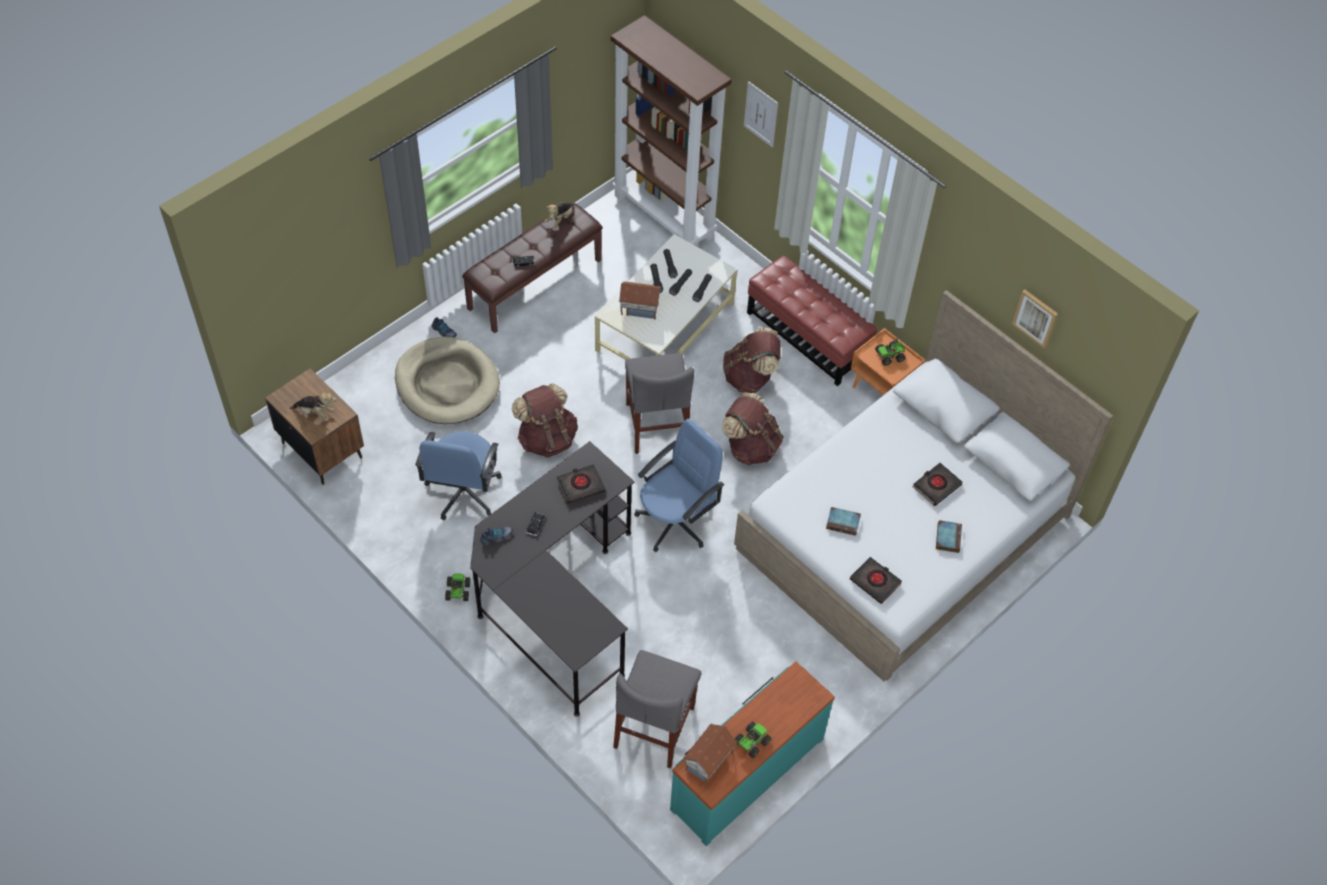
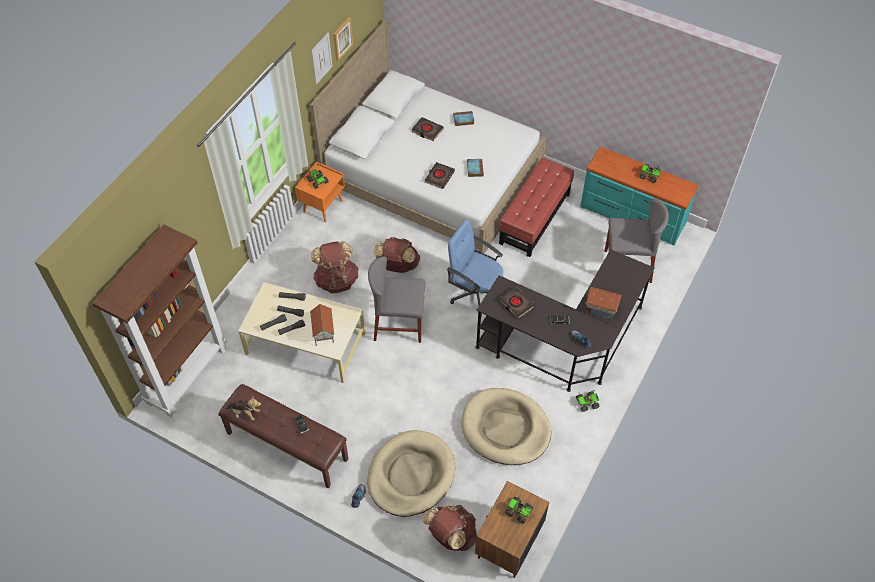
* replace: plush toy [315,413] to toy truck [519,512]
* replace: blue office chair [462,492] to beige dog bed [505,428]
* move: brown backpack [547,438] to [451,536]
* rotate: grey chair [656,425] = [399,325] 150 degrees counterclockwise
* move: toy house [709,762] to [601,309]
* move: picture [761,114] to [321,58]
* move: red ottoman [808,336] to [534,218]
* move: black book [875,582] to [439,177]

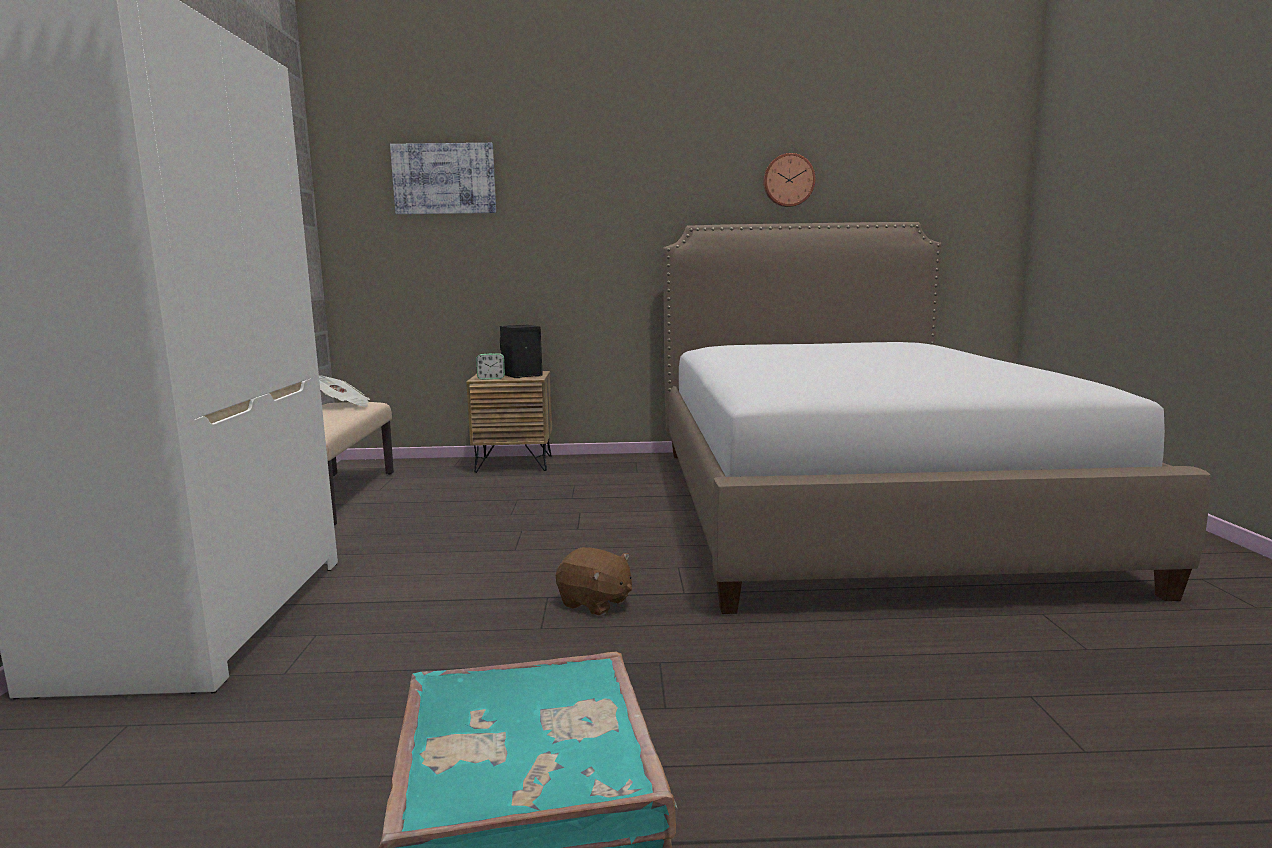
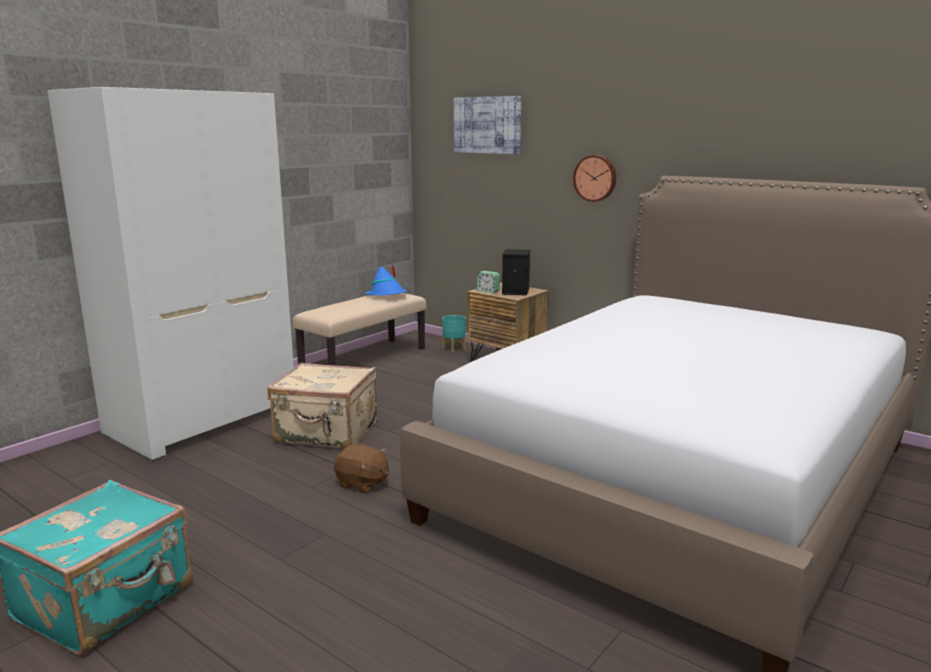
* replace: newspaper [343,406] to blue hat [387,296]
* rotate: brown plush toy [595,603] = [362,484] 45 degrees counterclockwise
* move: wall clock [788,180] to [595,178]
* insert: beige suitcase [327,433]
* insert: turquoise planter [454,349]

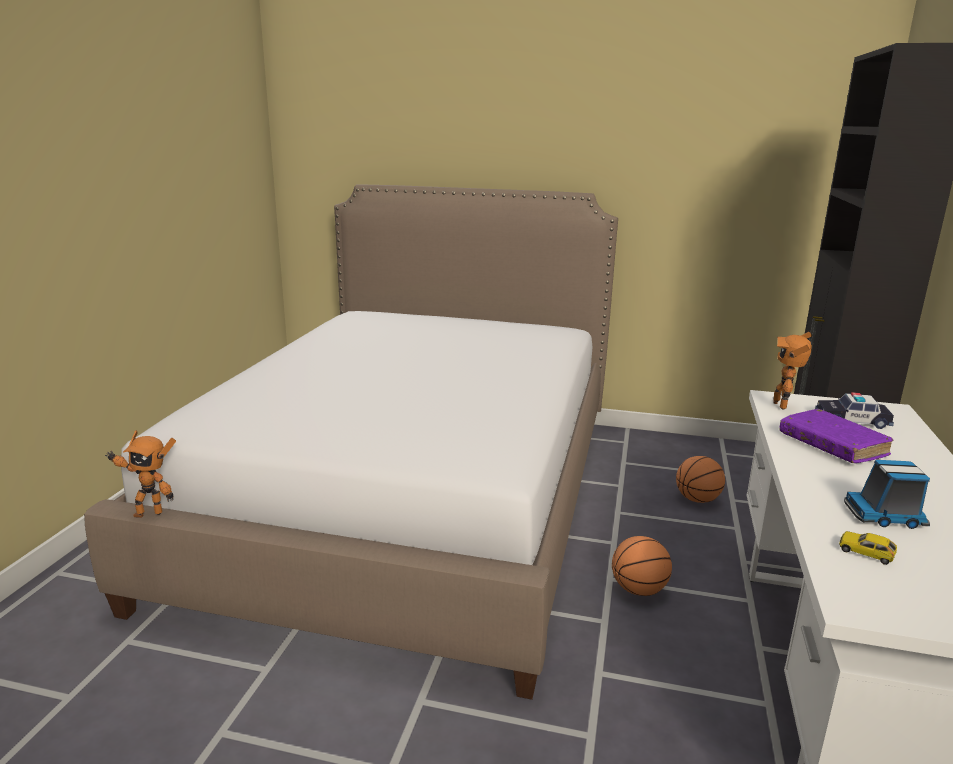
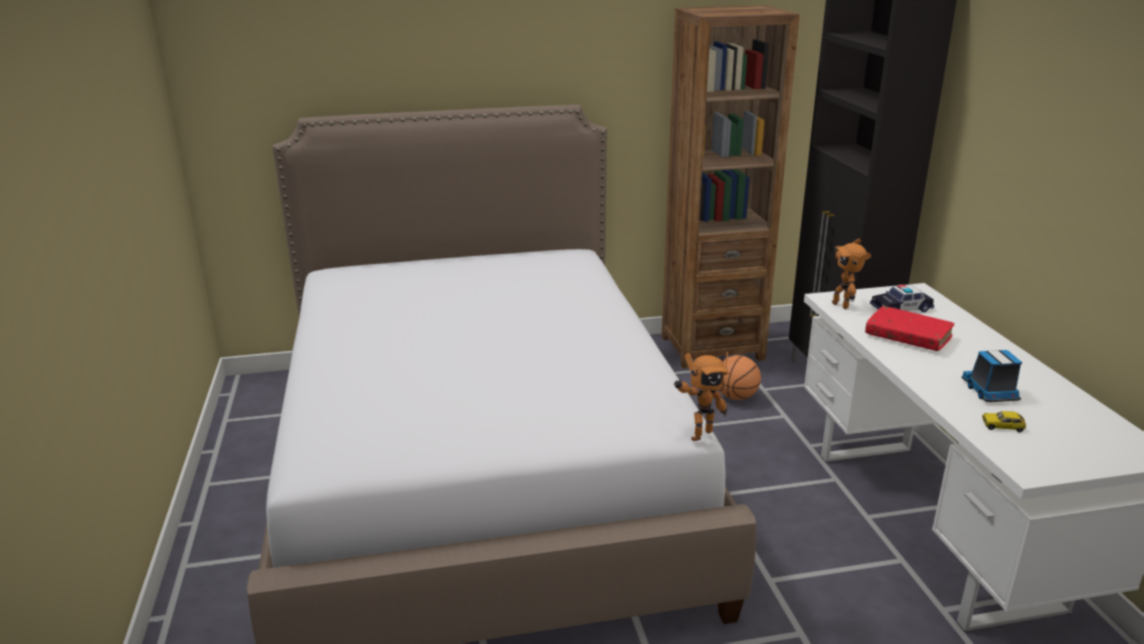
* move: toy robot [149,513] to [698,434]
* delete: basketball [638,590]
* recolor: purple book [832,445] to red book [907,337]
* rotate: toy truck [885,516] = [990,392] 105 degrees clockwise
* insert: brown bookcase [712,348]

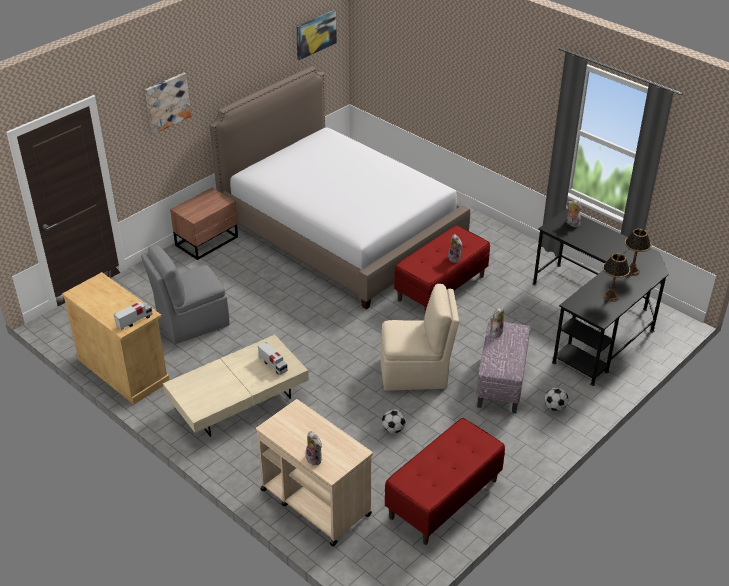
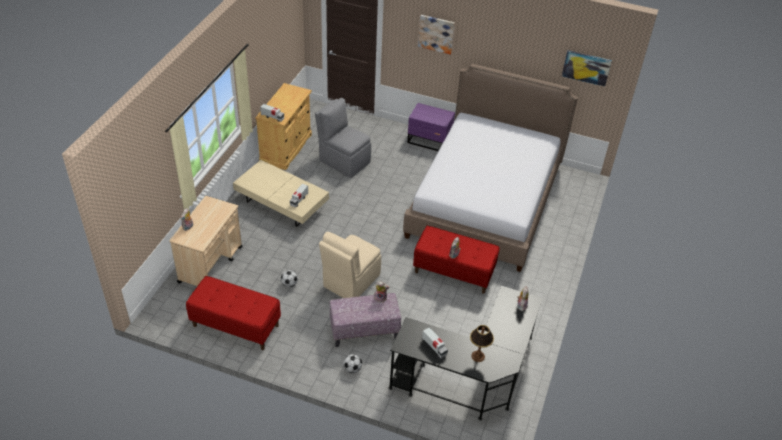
* recolor: brown nightstand [208,241] to purple nightstand [430,141]
* rotate: beige chair [416,373] = [350,281] 60 degrees clockwise
* replace: table lamp [611,296] to toy truck [434,347]

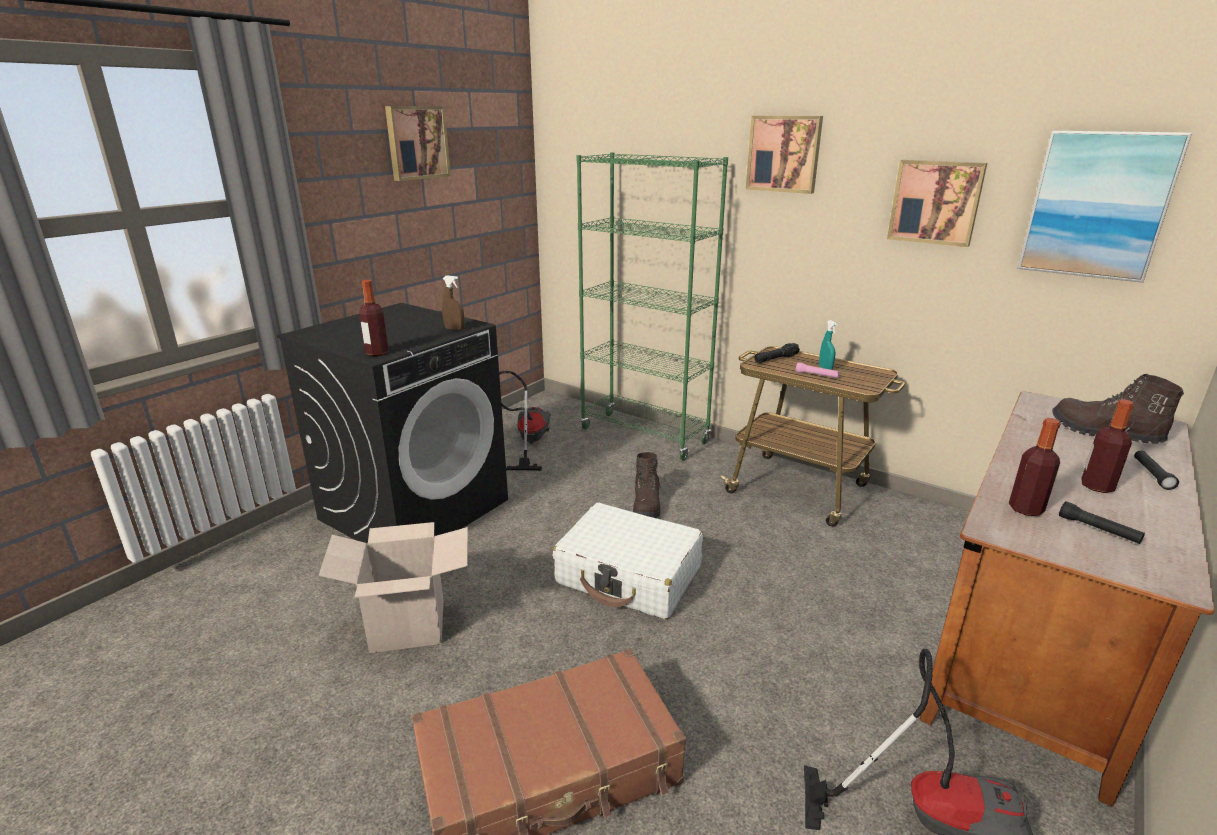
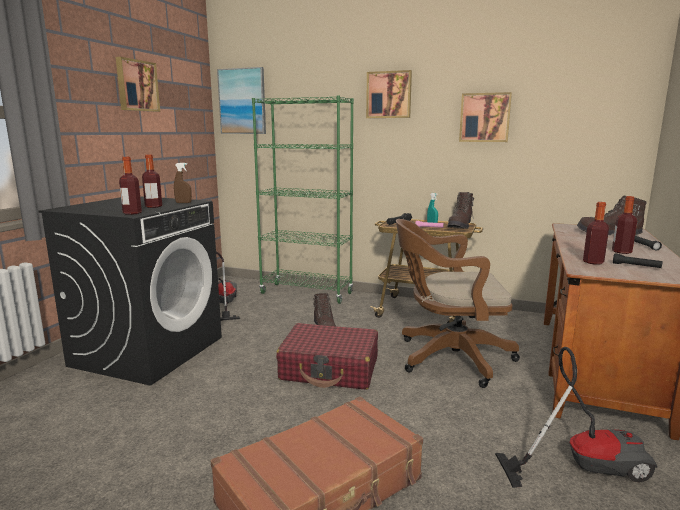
* delete: cardboard box [408,626]
* recolor: white suitcase [629,575] to red suitcase [330,369]
* move: picture [1097,205] to [242,101]
* insert: bottle [153,206]
* insert: brown office chair [448,358]
* insert: brown boot [460,226]

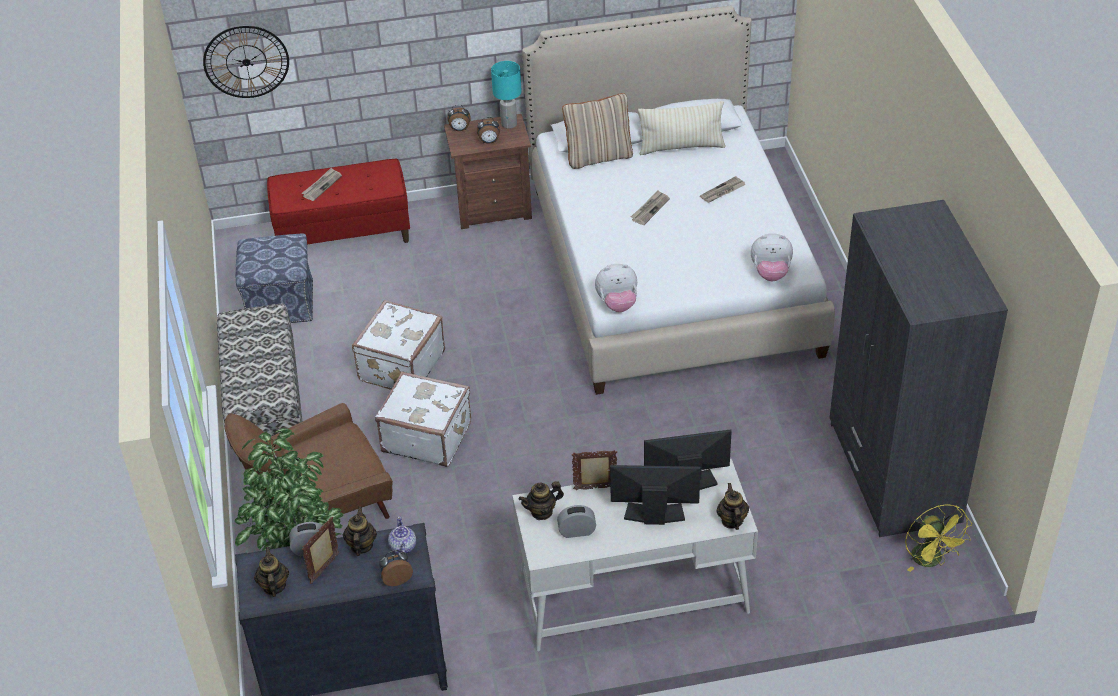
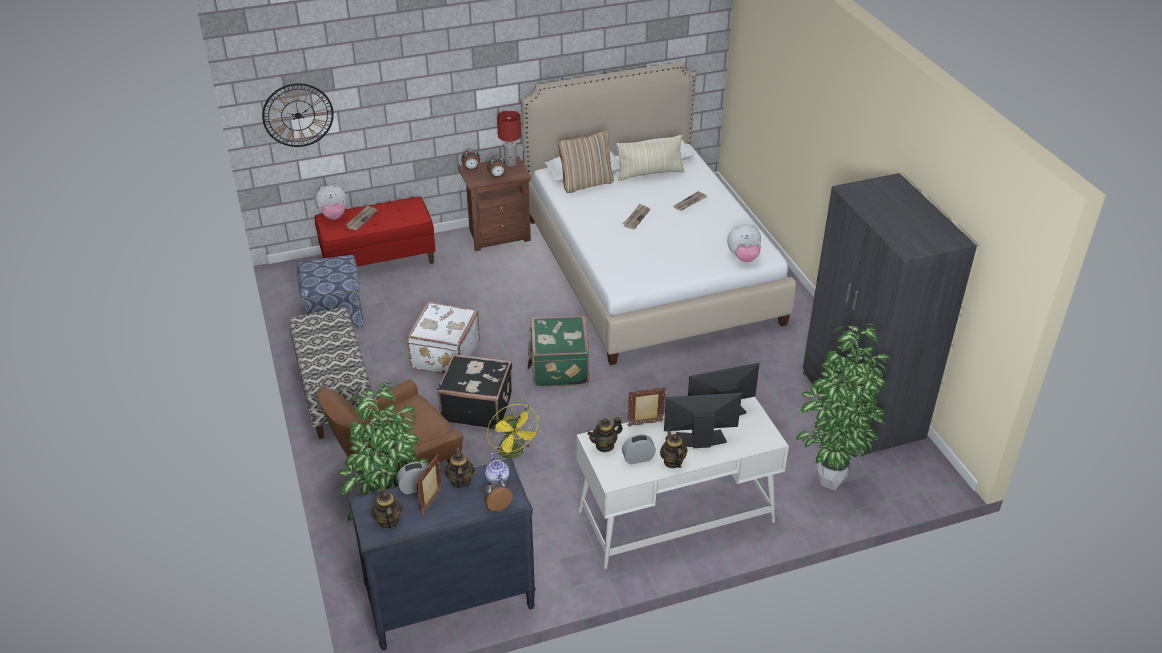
* recolor: white suitcase [427,436] to black suitcase [477,407]
* recolor: turquoise table lamp [509,124] to red table lamp [511,163]
* move: plush toy [617,304] to [333,216]
* move: teapot [732,520] to [672,462]
* move: yellow fan [931,561] to [514,454]
* insert: green suitcase [558,368]
* insert: potted plant [830,484]

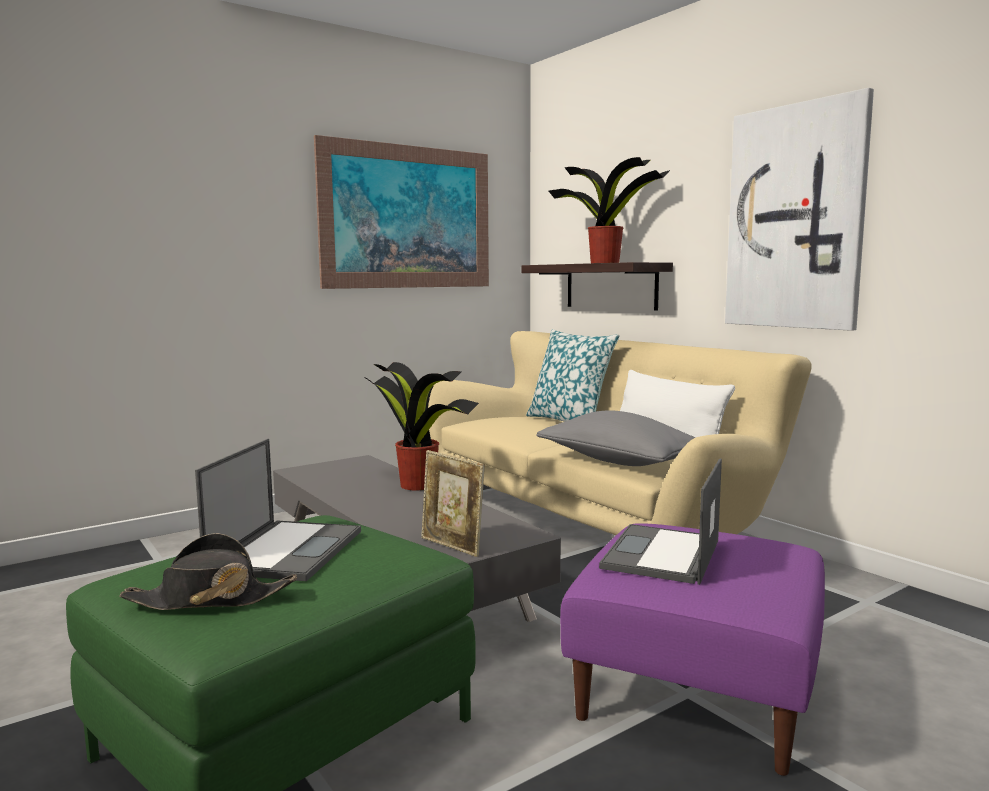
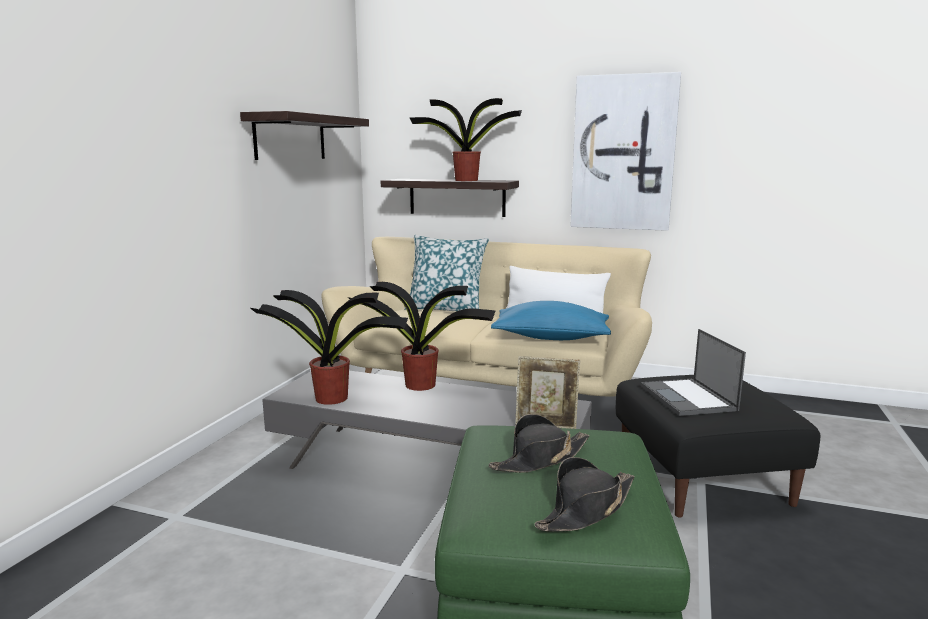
* replace: laptop [287,550] to black hat [540,459]
* replace: picture [408,217] to shelf [290,137]
* recolor: grey pillow [619,461] to blue pillow [551,337]
* recolor: purple ottoman [697,690] to black ottoman [703,477]
* insert: potted plant [333,398]

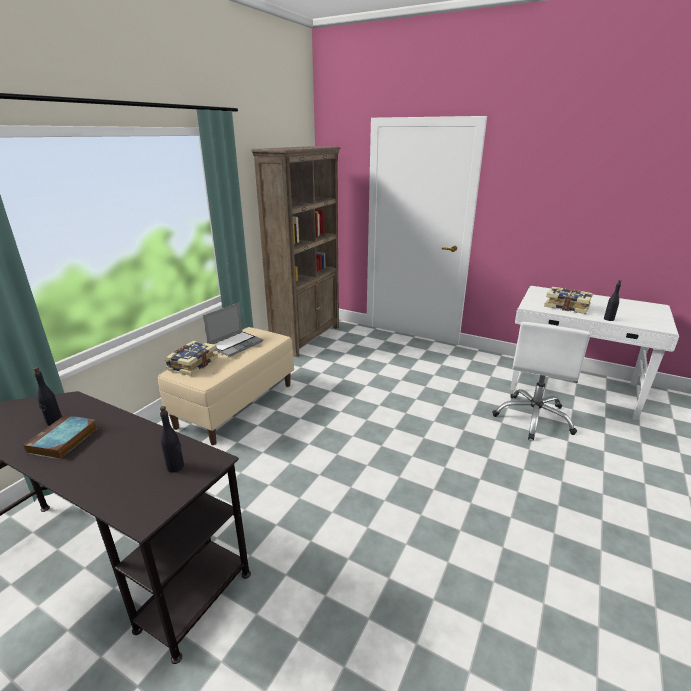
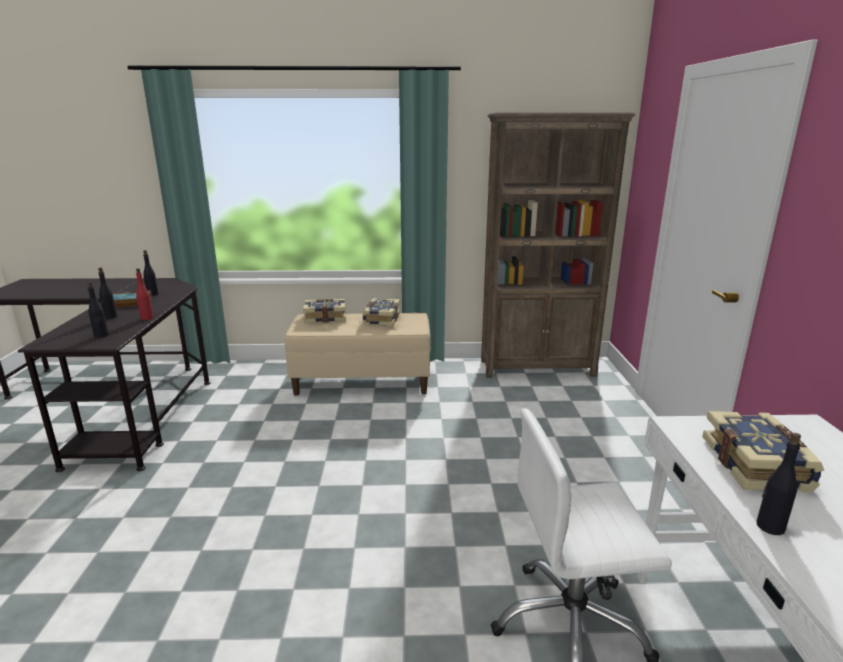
* replace: laptop [235,344] to book [381,319]
* insert: black bottle [110,317]
* insert: red bottle [147,318]

